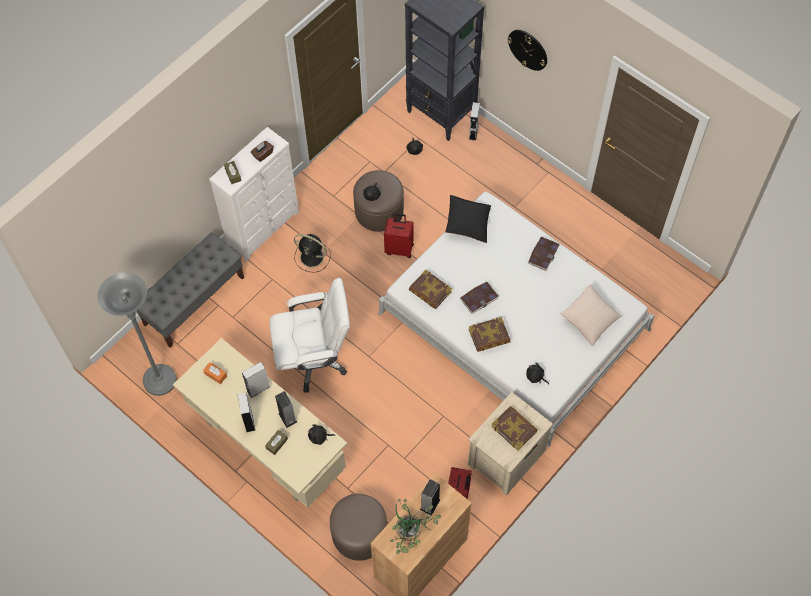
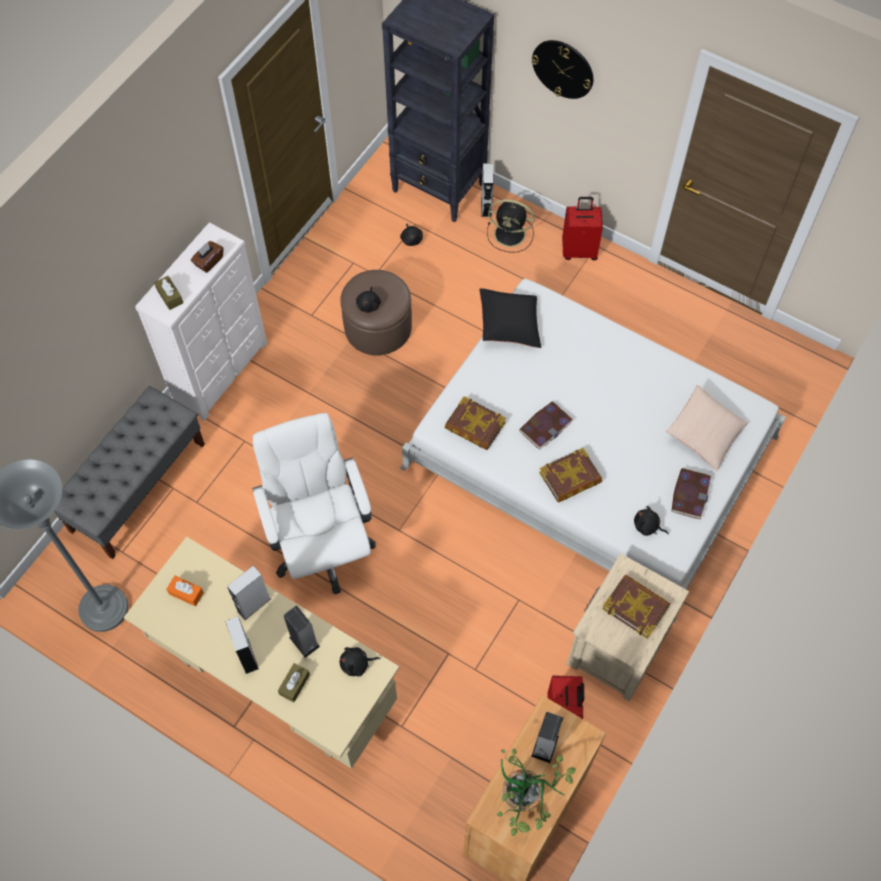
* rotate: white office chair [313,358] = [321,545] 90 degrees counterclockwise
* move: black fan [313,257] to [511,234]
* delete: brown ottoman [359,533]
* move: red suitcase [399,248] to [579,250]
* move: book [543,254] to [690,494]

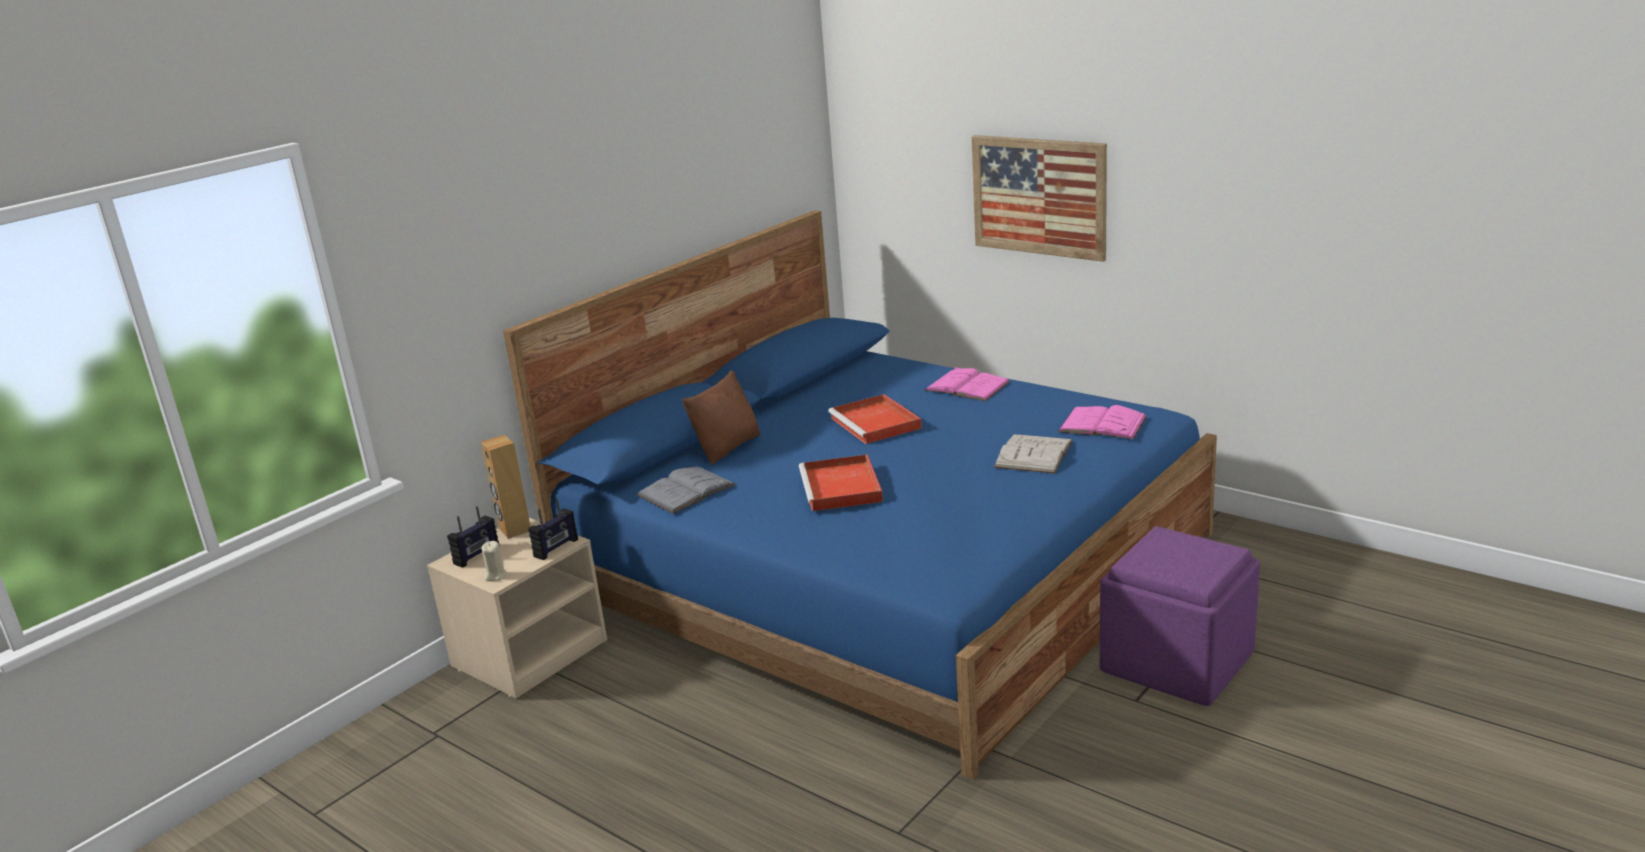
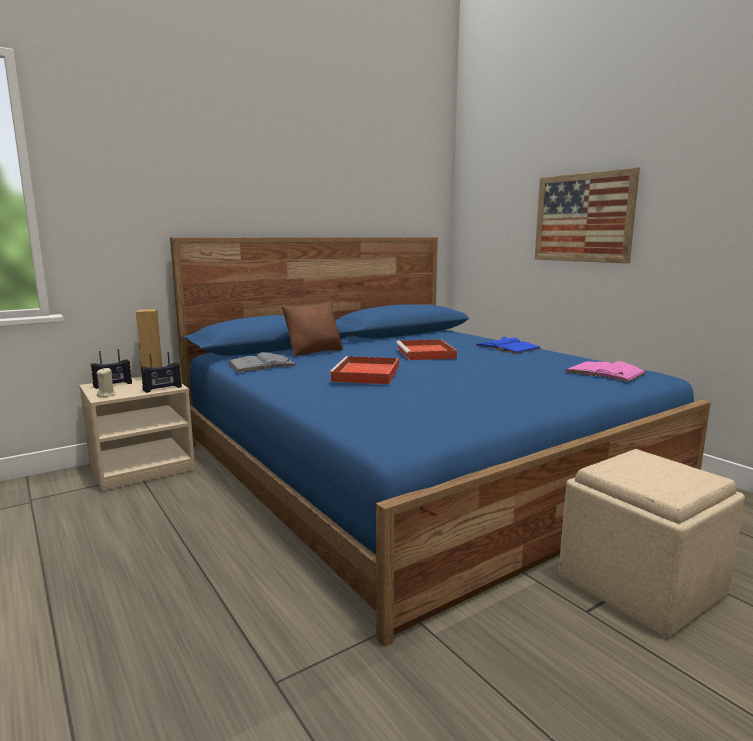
* recolor: pink book [967,386] to blue book [507,347]
* delete: white book [1033,454]
* recolor: purple ottoman [1176,660] to beige ottoman [640,583]

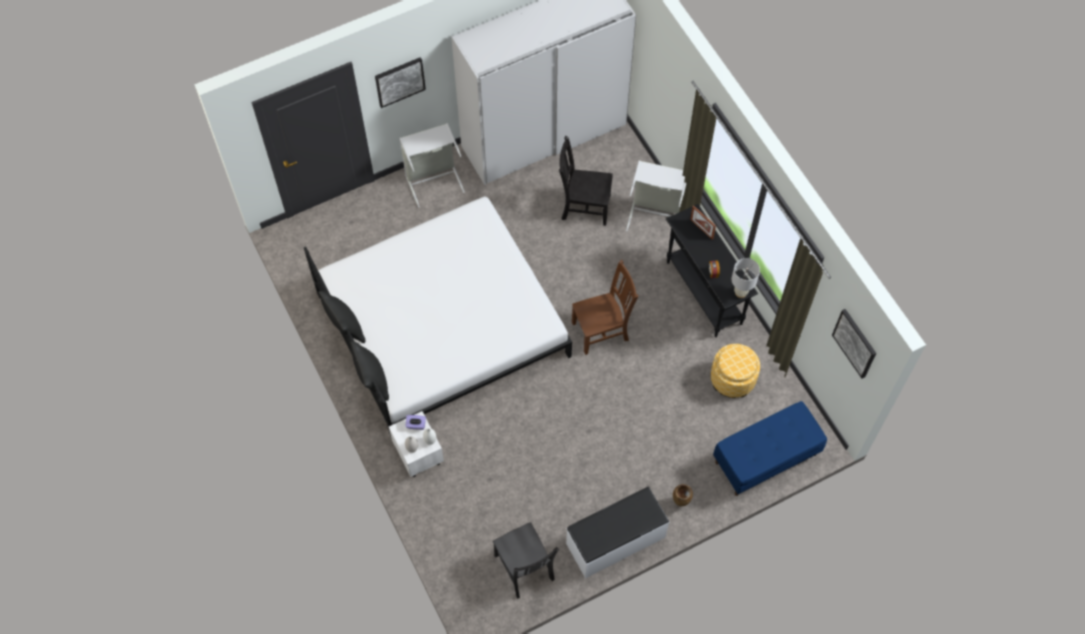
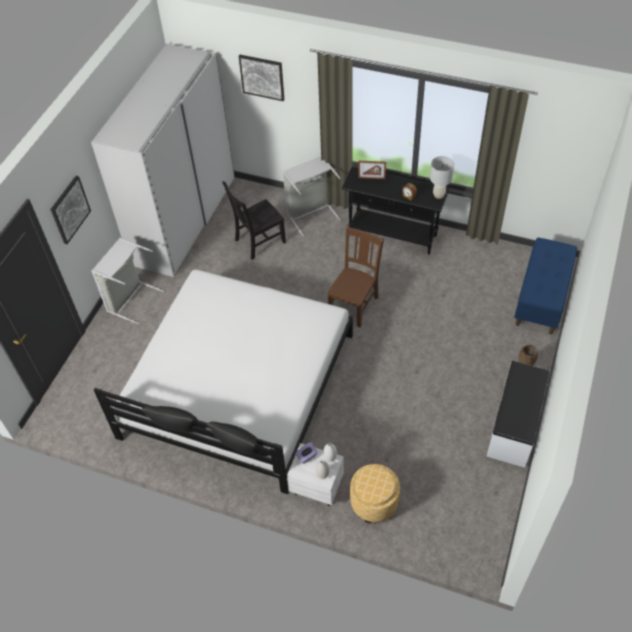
* delete: black chair [525,569]
* move: ottoman [732,379] to [374,502]
* move: picture [855,343] to [262,77]

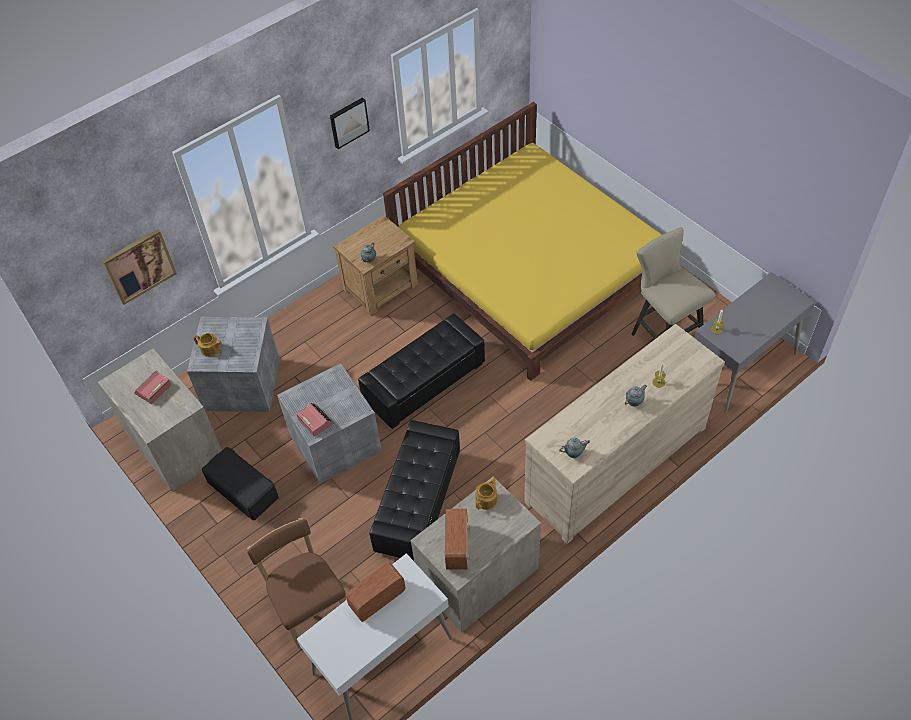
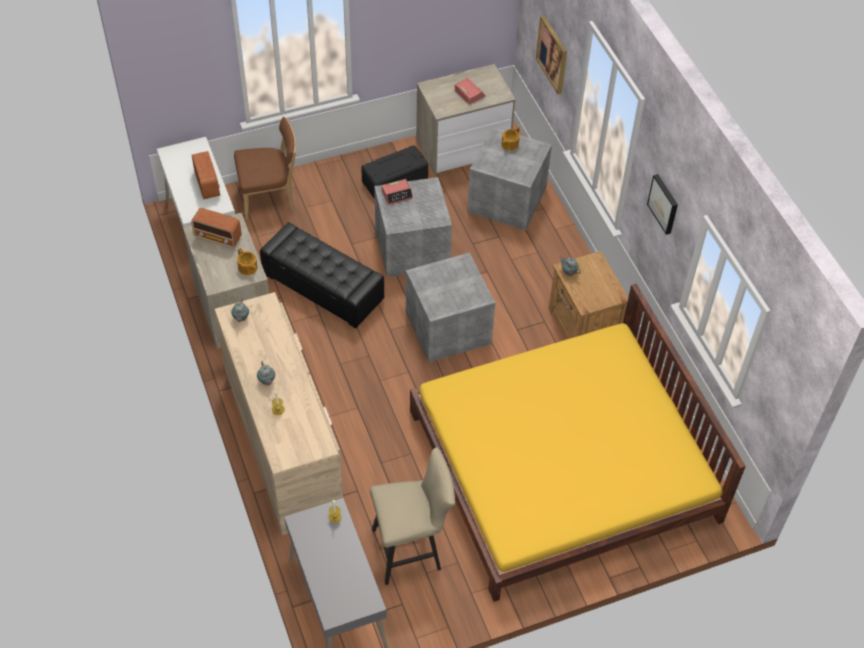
* replace: black ottoman [424,383] to grey storage box [446,327]

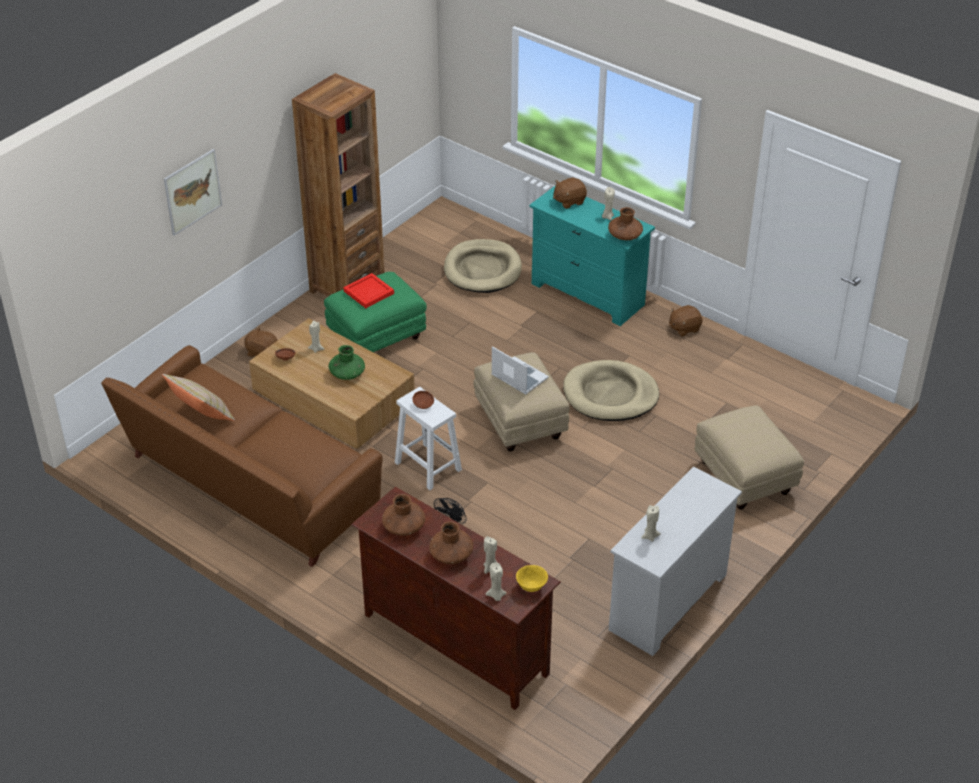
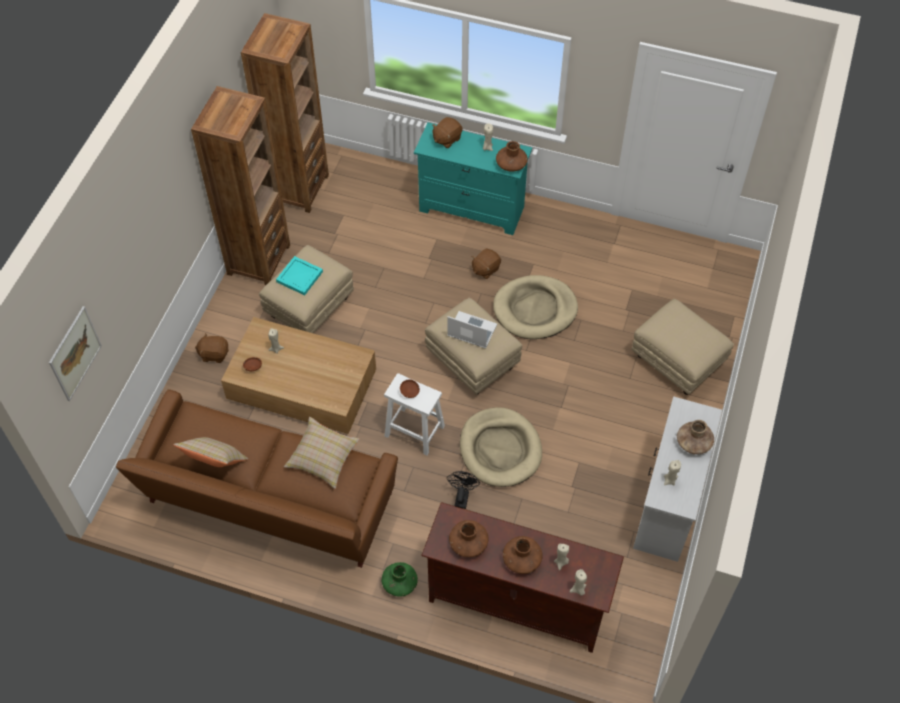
* move: picture [192,191] to [75,353]
* recolor: green ottoman [377,337] to beige ottoman [310,306]
* move: green vase [347,373] to [399,583]
* recolor: red tray [368,292] to turquoise tray [299,277]
* move: beige dog bed [482,269] to [500,449]
* delete: yellow bowl [531,587]
* move: brown plush toy [684,328] to [485,269]
* insert: brown bookcase [298,188]
* insert: beige pillow [323,458]
* insert: brown vase [693,442]

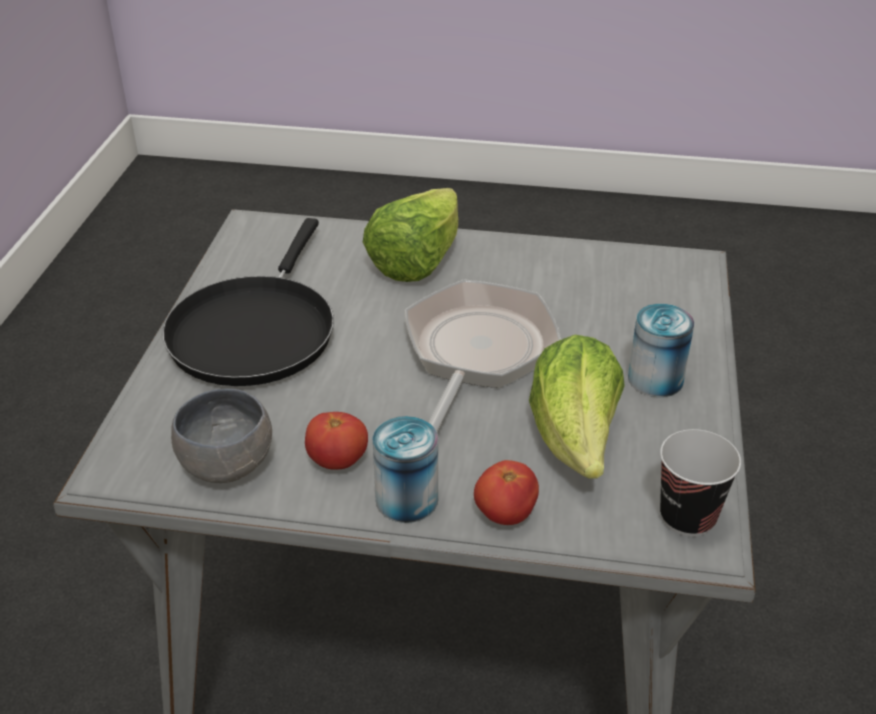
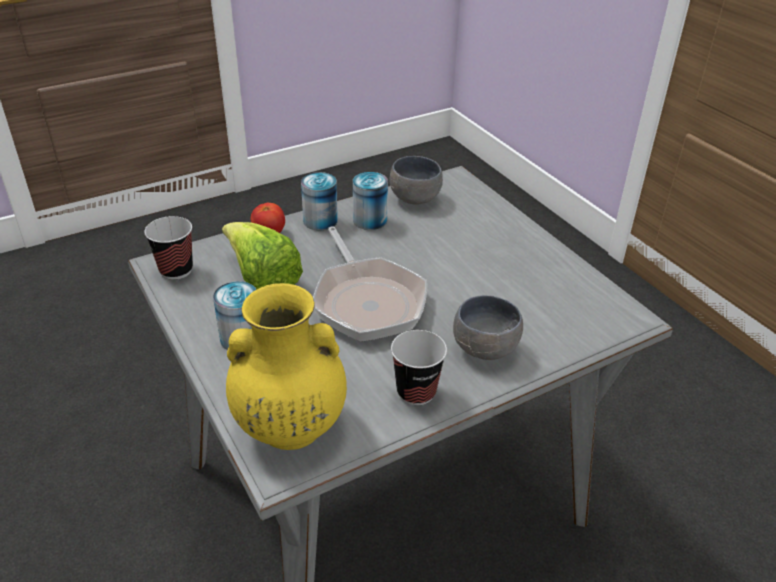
* delete: black frying pan [255,331]
* replace: tomato [338,461] to can [370,220]
* replace: lettuce [417,261] to grey bowl [486,347]
* insert: yellow vase [289,427]
* insert: cup [416,392]

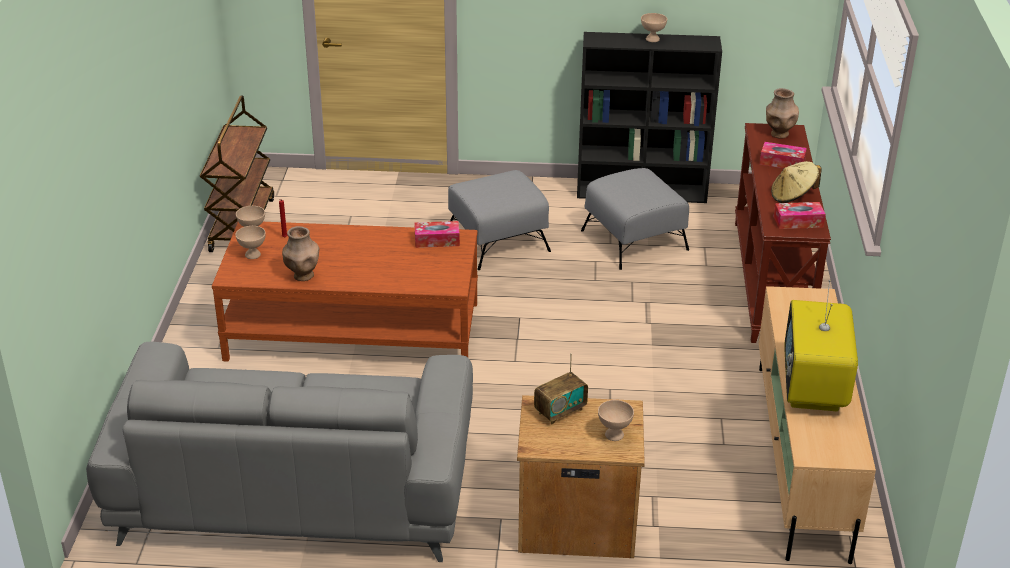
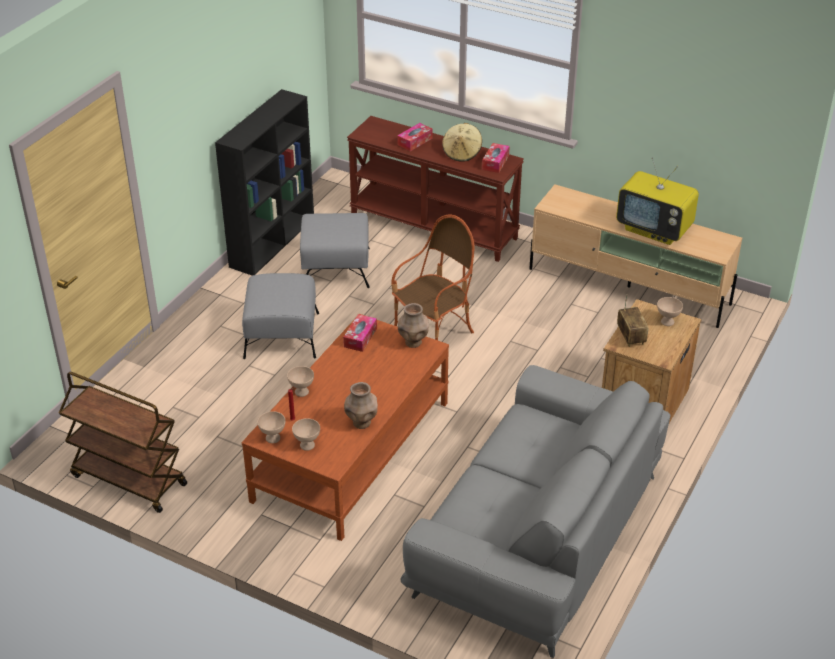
* move: beige bowl [653,39] to [302,392]
* move: brown vase [779,134] to [413,343]
* insert: armchair [433,336]

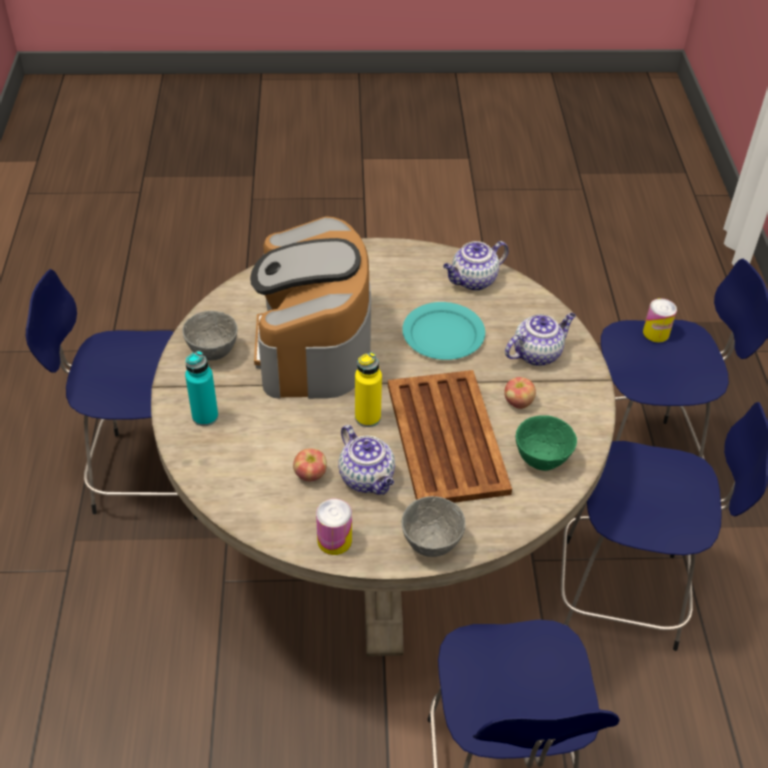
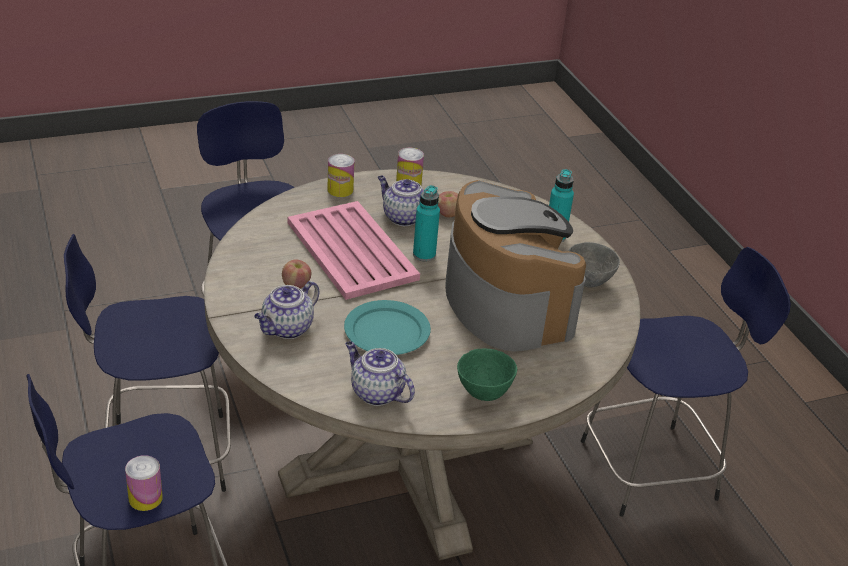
* recolor: yellow bottle [368,417] to turquoise bottle [424,255]
* recolor: brown tray [446,436] to pink tray [352,251]
* replace: grey bowl [430,543] to can [340,190]
* rotate: teapot [473,281] = [376,393] 90 degrees counterclockwise
* move: green bowl [541,459] to [484,394]

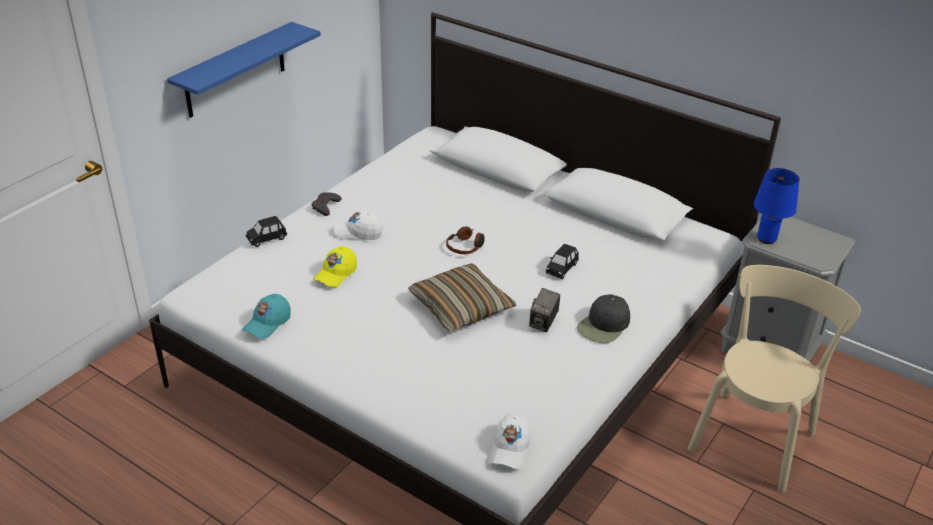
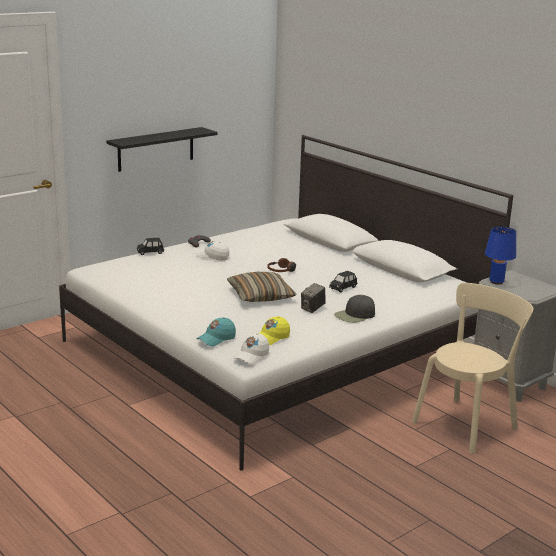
* recolor: blue shelf [235,70] to black shelf [156,149]
* move: turquoise cap [267,323] to [216,339]
* move: yellow cap [336,274] to [271,338]

